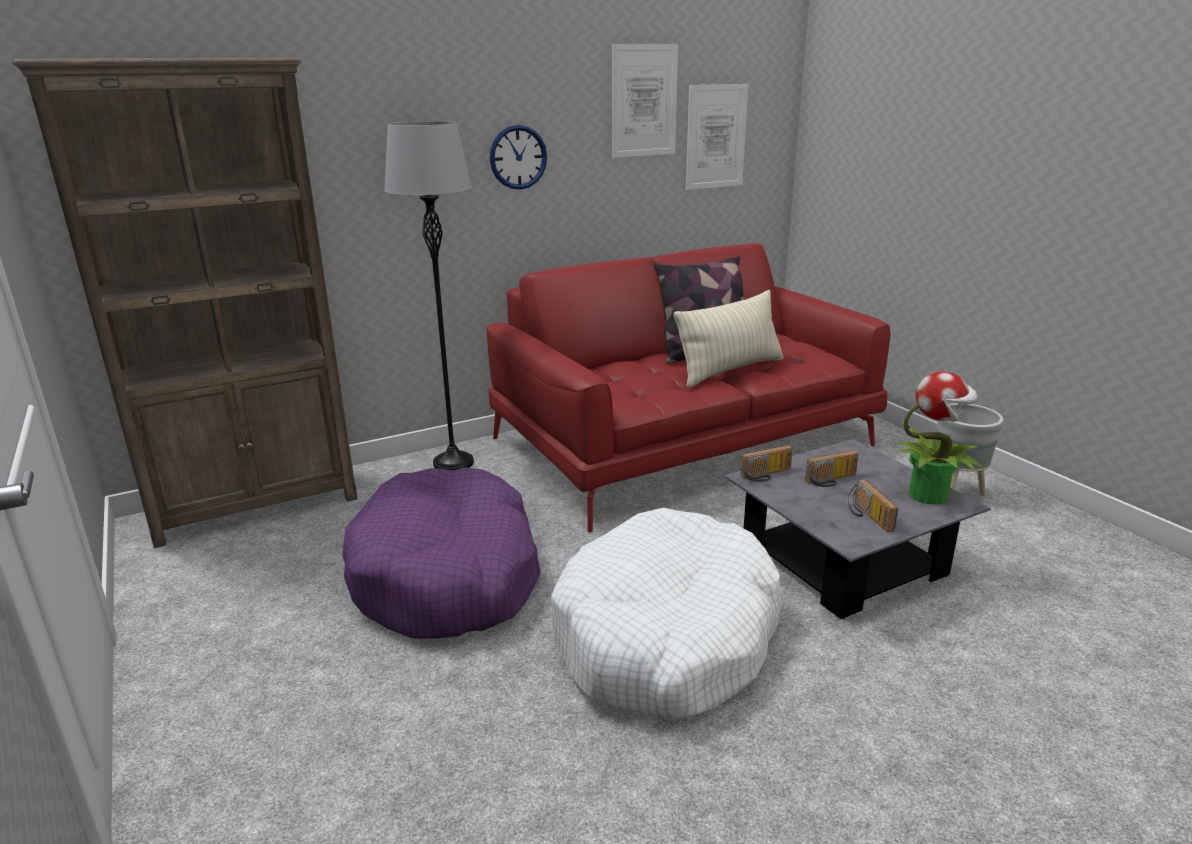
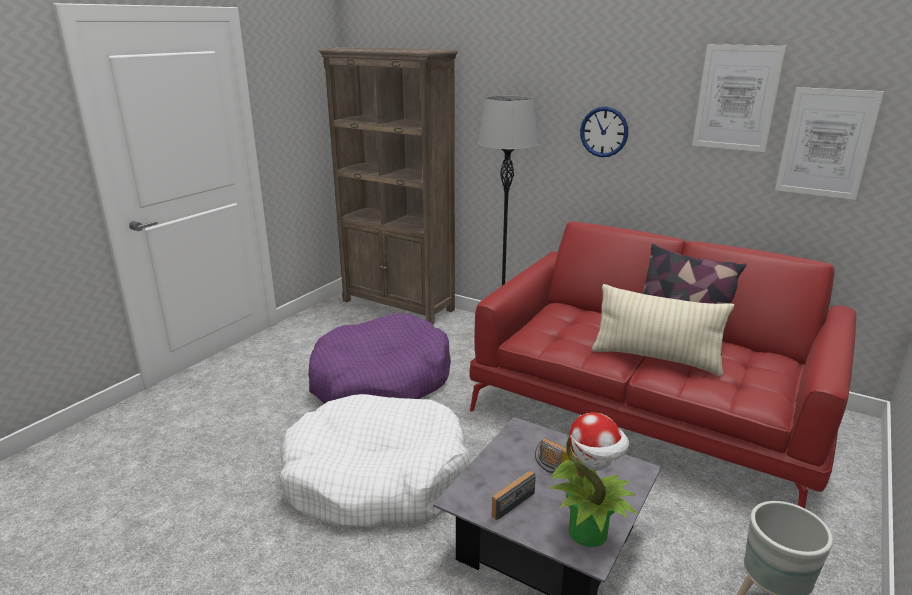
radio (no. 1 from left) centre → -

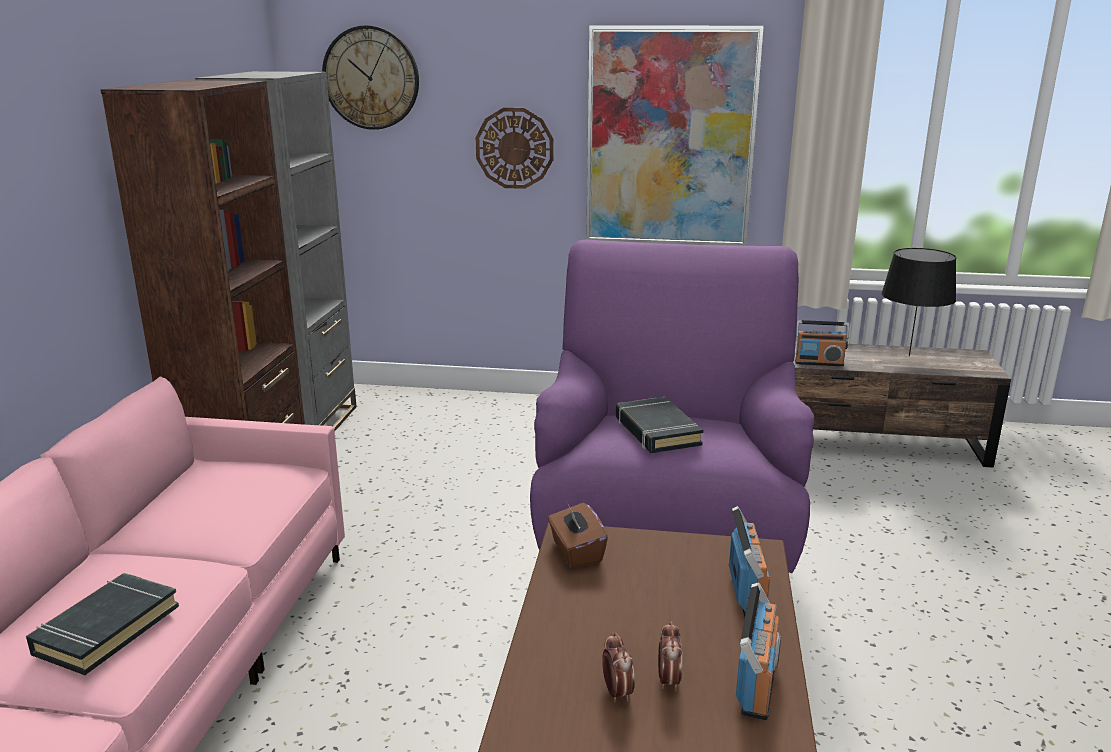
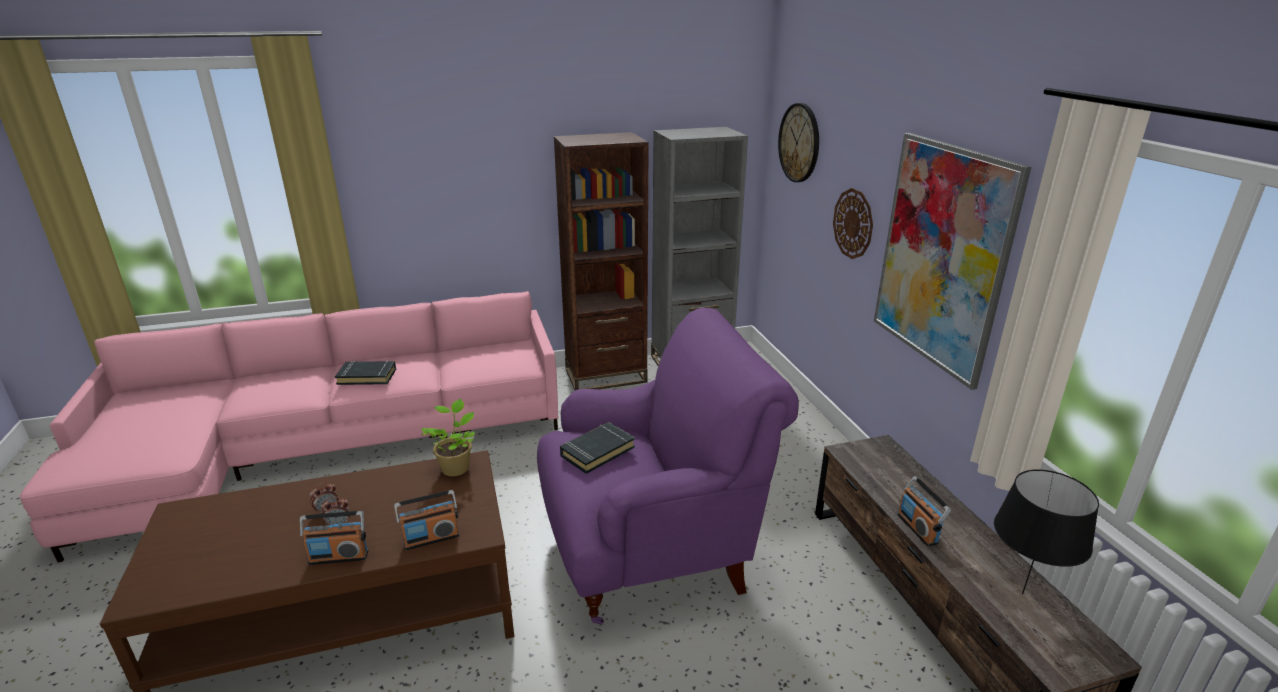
tissue box (brown-coloured) bottom centre → plant in a pot centre

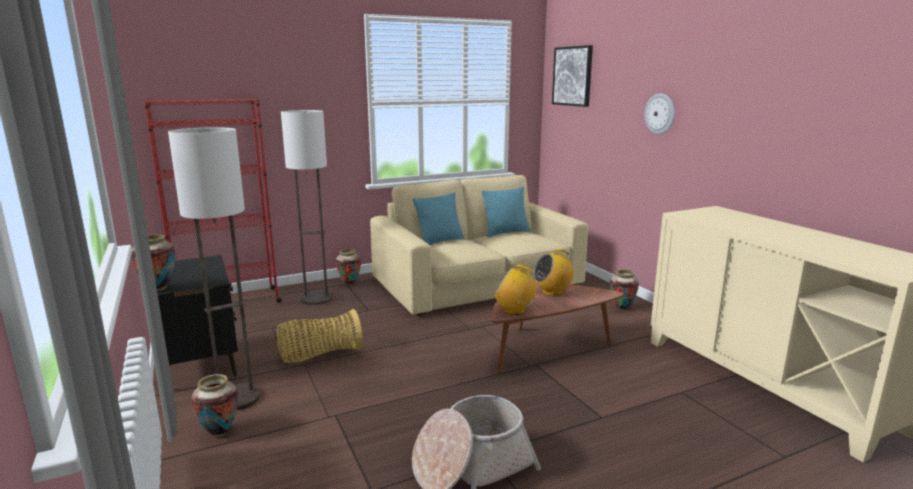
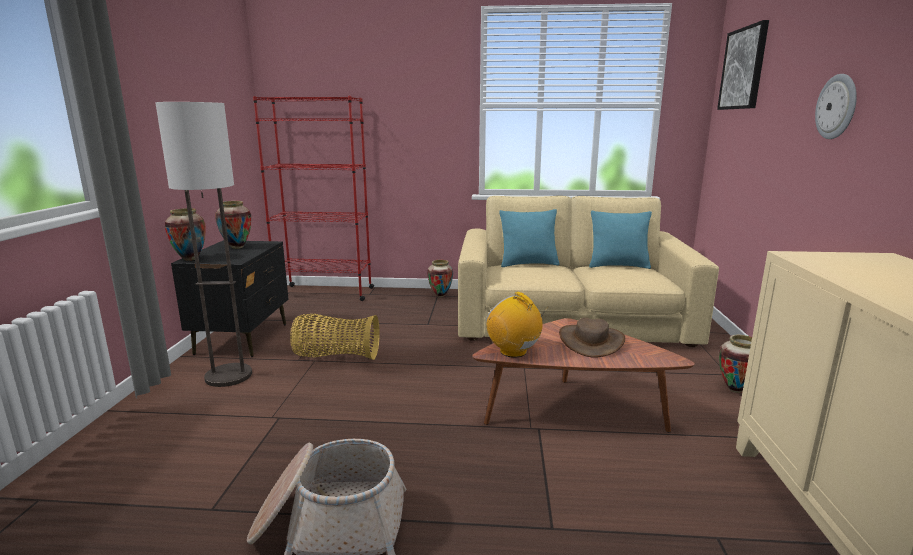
vase (no. 2 from left) bottom left → vase (no. 2 from left) middle left, shifted
radio (no. 2 from left) centre → wearable hat (brown-coloured) centre
floor lamp (no. 2 from left) centre → -

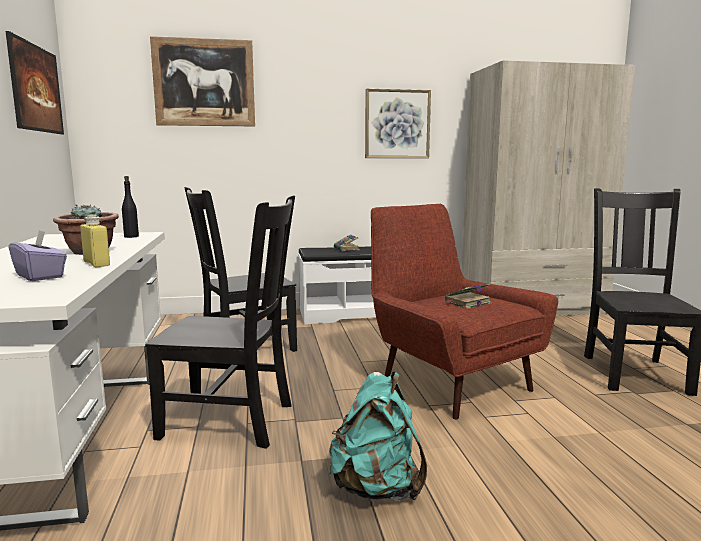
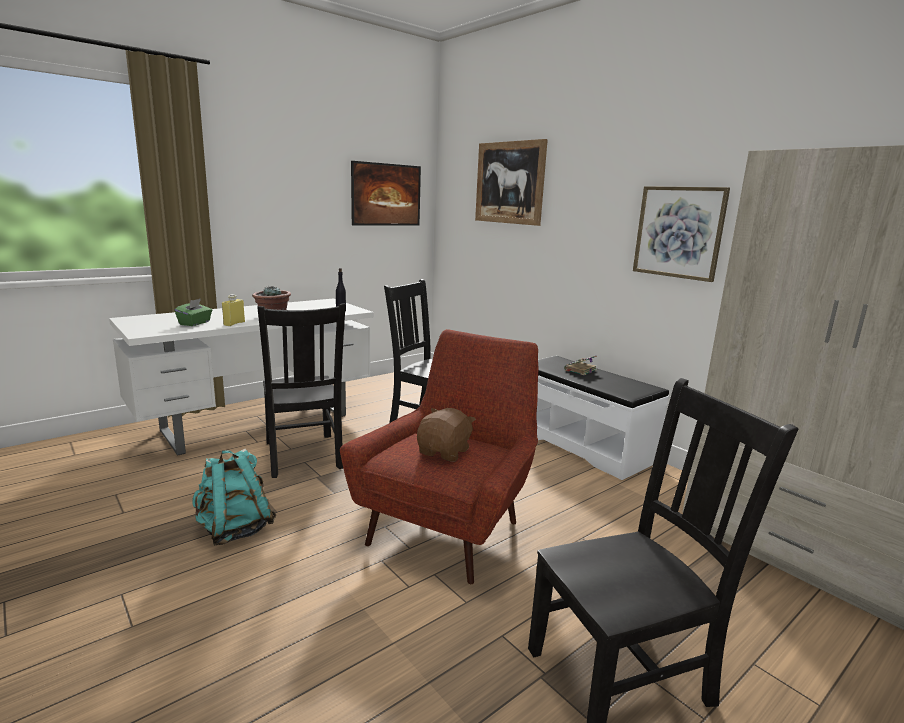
tissue box (purple) middle left → tissue box (greenish) middle left
volume (no. 2 from left) middle right → plush toy (brown-coloured) centre

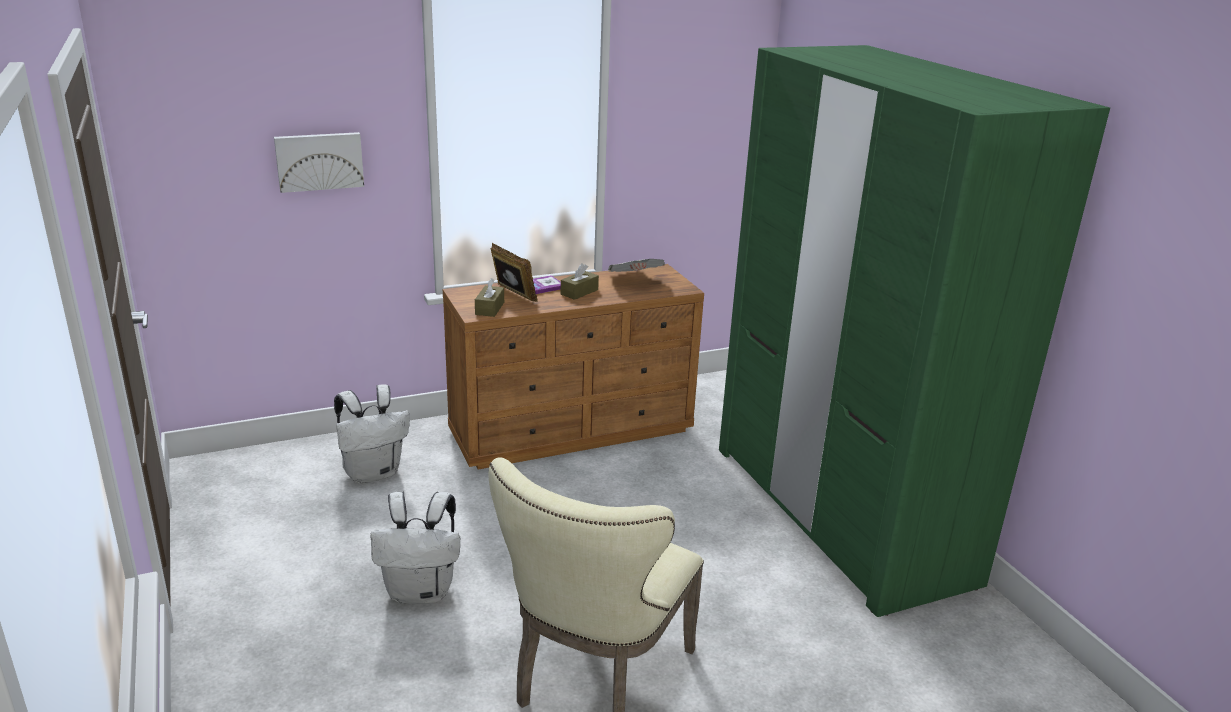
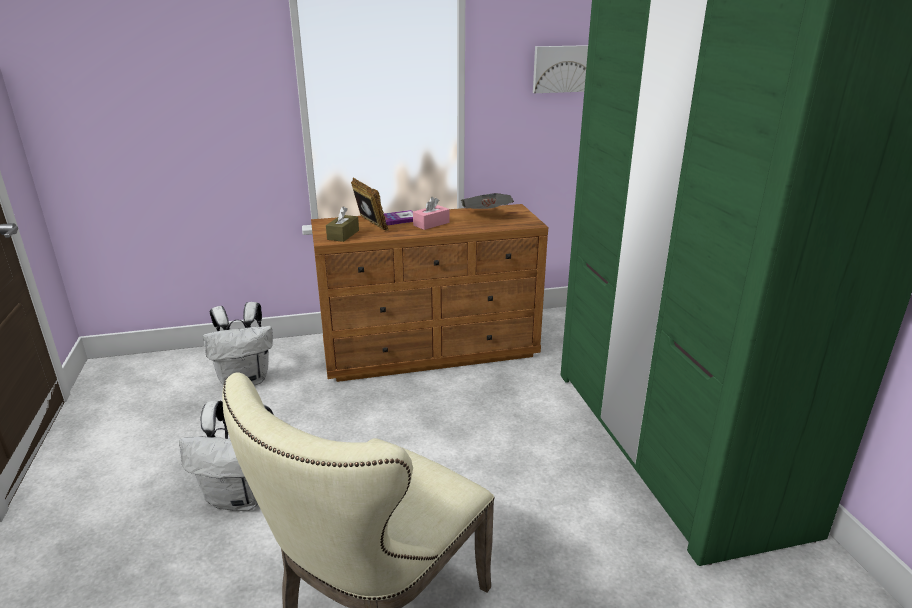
tissue box (brown-coloured) (no. 2 from left) centre → tissue box (pink) centre
wall art top left → wall art top centre, shifted

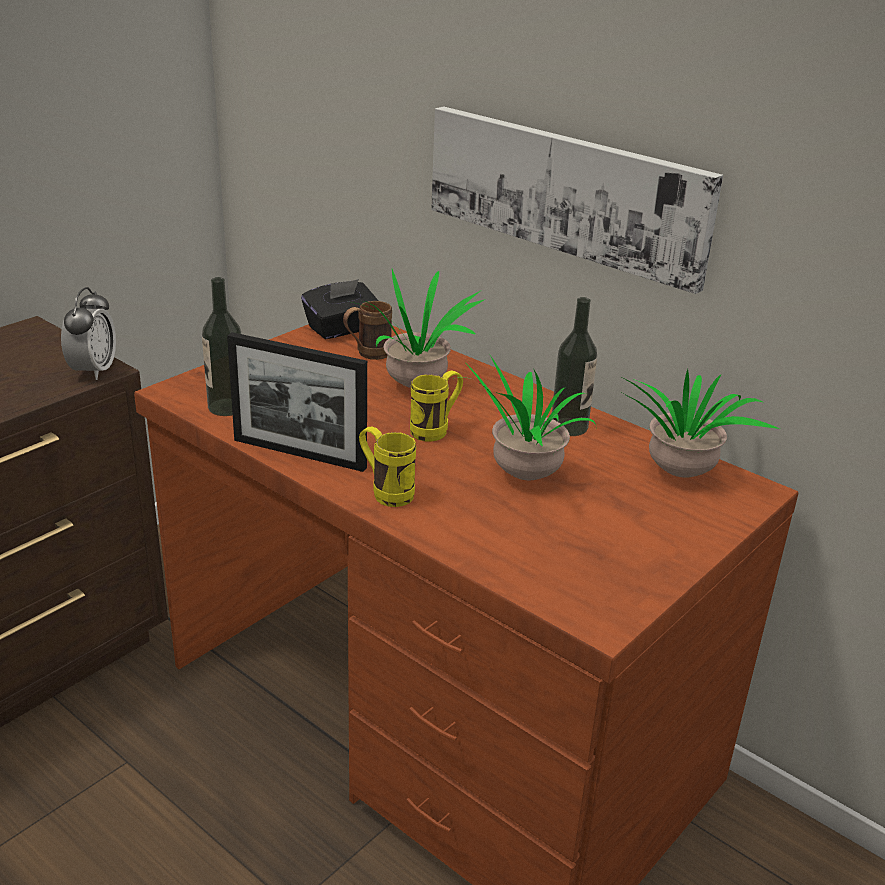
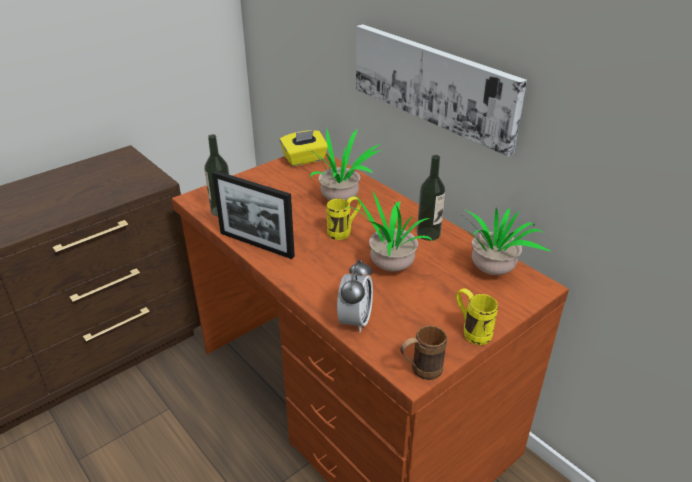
tissue box (black-coloured) centre → tissue box (yellow) top centre
table clock middle left → table clock centre, shifted
tea mug (brown-coloured) centre → tea mug (brown-coloured) bottom centre, shifted
tea mug (yellow) (no. 1 from left in the first image) centre → tea mug (yellow) (no. 2 from left) middle right, shifted

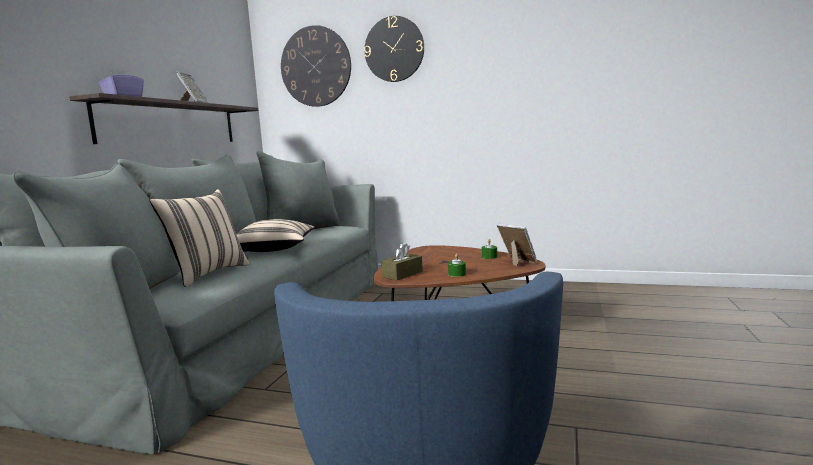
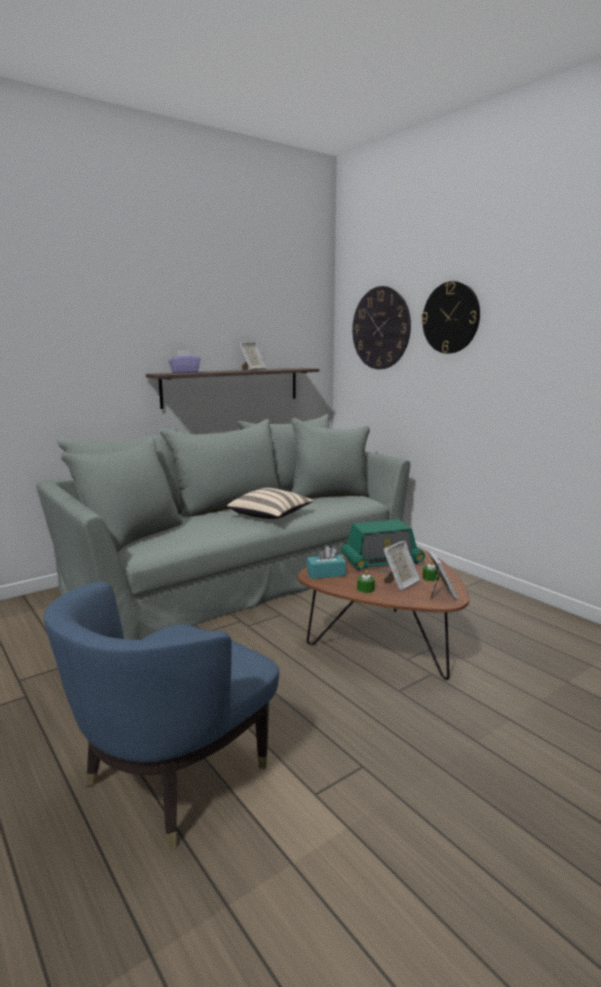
tissue box (brown-coloured) centre → tissue box (turquoise-coloured) centre
- → radio centre
- → standing frame (no. 2 from left) middle right
cushion (sand-coloured) (no. 1 from left) middle left → -

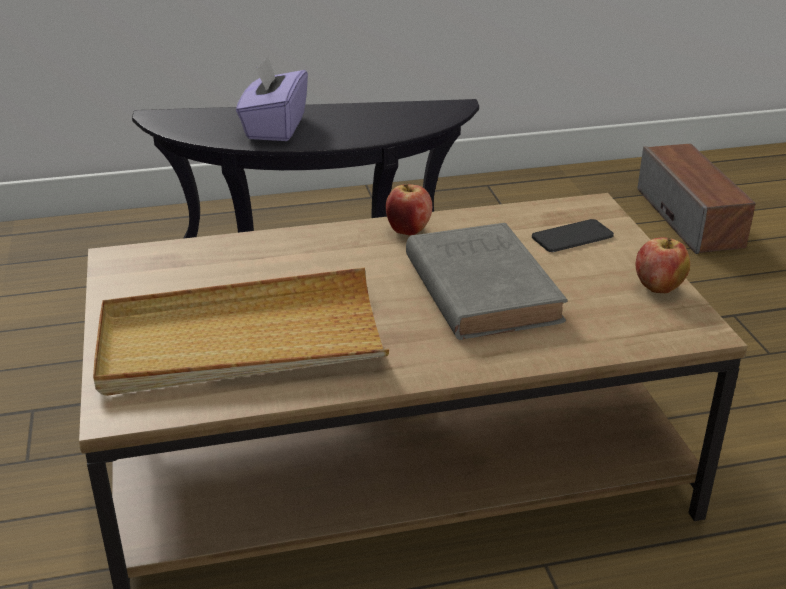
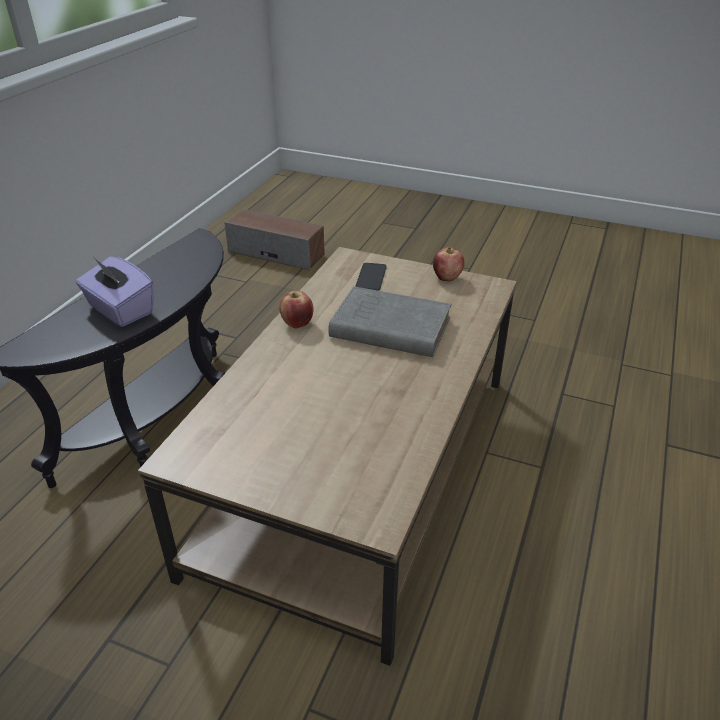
tray (sand-coloured) middle left → -

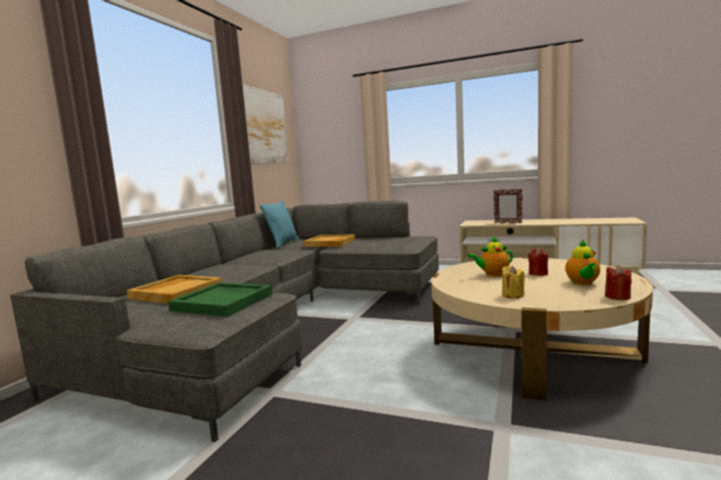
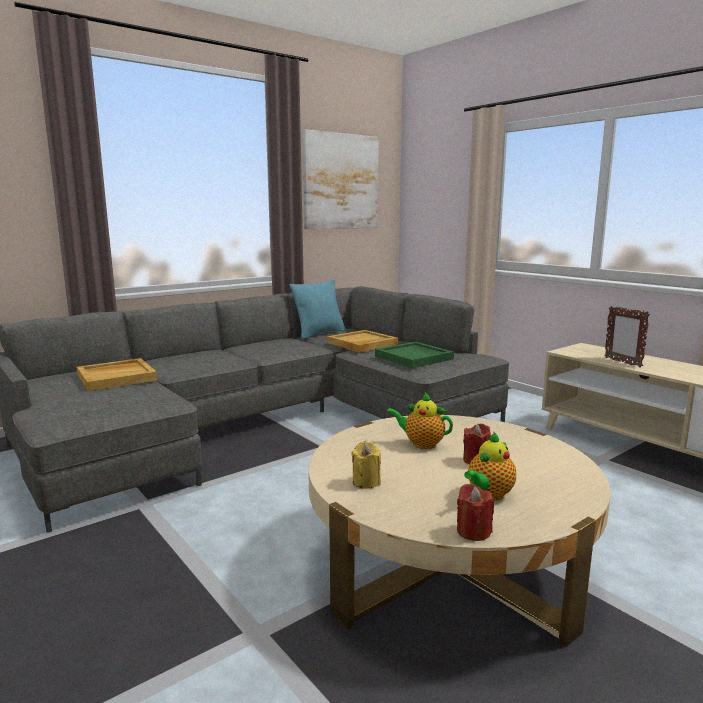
tray (greenish) middle left → tray (greenish) centre, shifted

